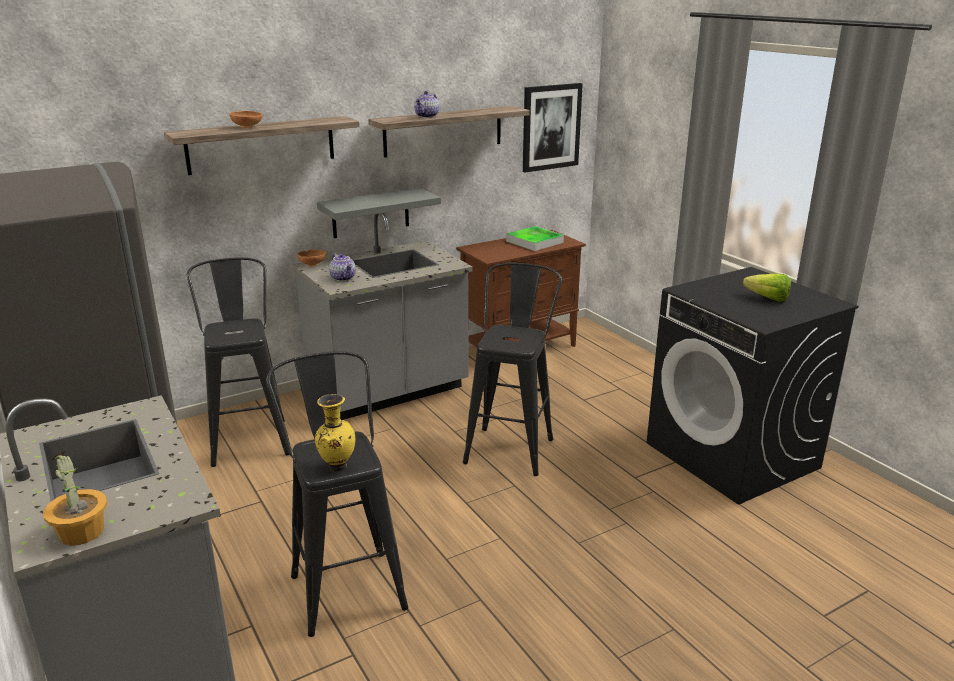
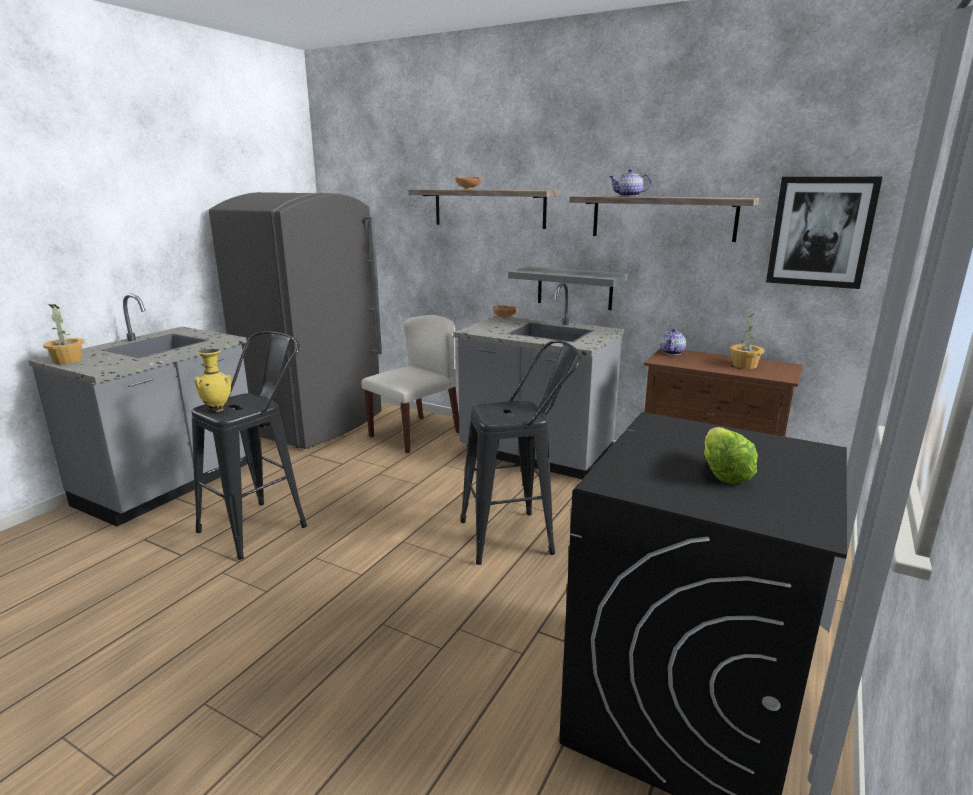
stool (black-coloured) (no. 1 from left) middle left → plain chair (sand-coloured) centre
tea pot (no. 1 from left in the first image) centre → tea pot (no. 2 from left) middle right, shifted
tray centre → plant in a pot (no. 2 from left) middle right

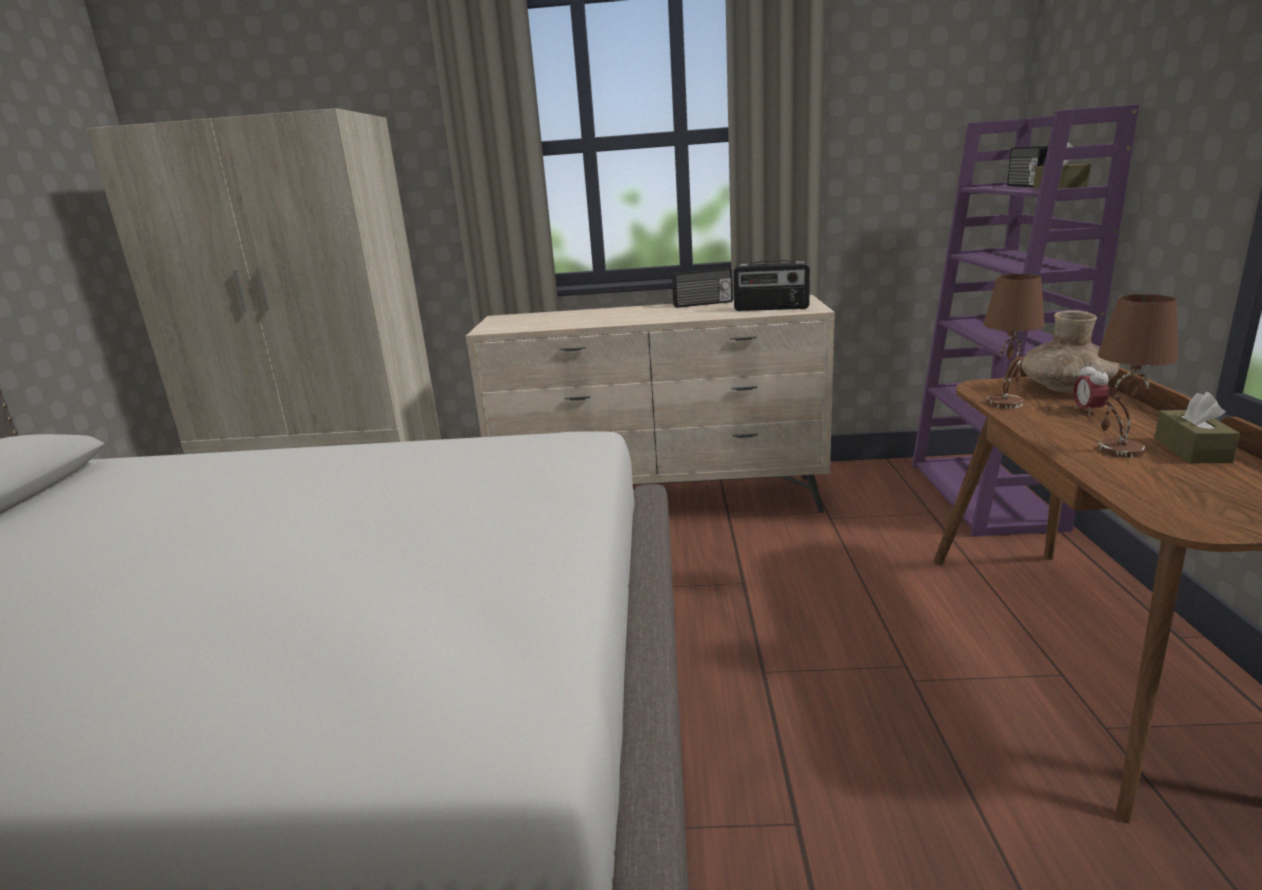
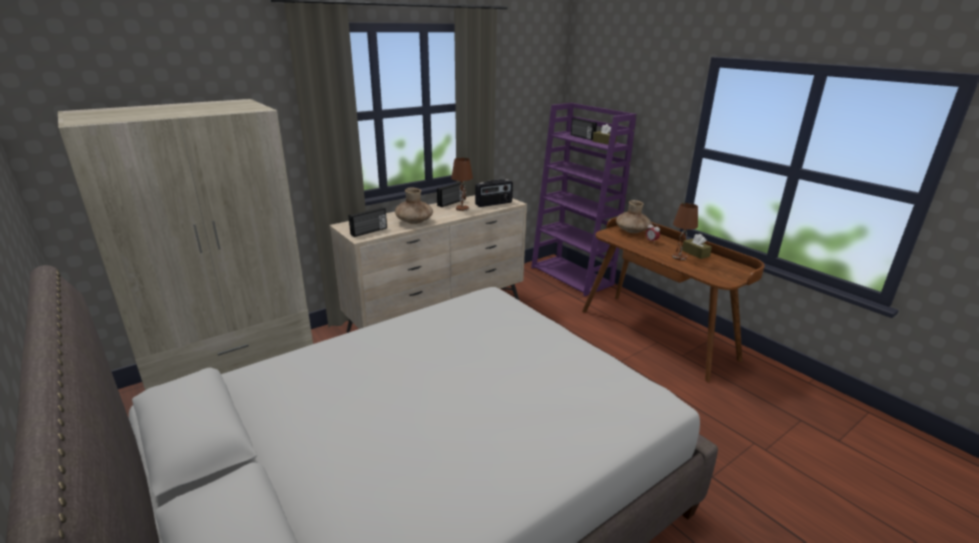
- → radio (no. 1 from left) centre
- → vase (brown-coloured) (no. 1 from left) centre
table lamp (brown-coloured) (no. 1 from left) middle right → table lamp (brown-coloured) (no. 1 from left) centre, shifted

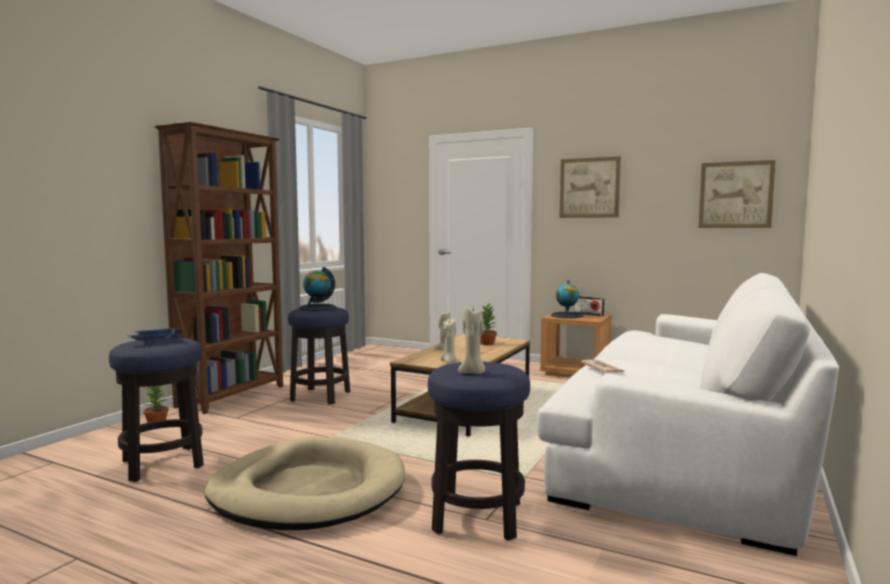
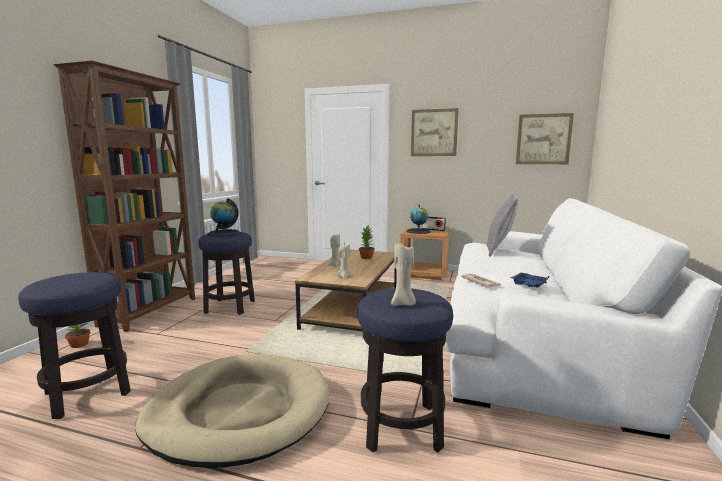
- → cushion (greyish) middle right
tray (blue-coloured) middle left → tray (blue-coloured) middle right, shifted

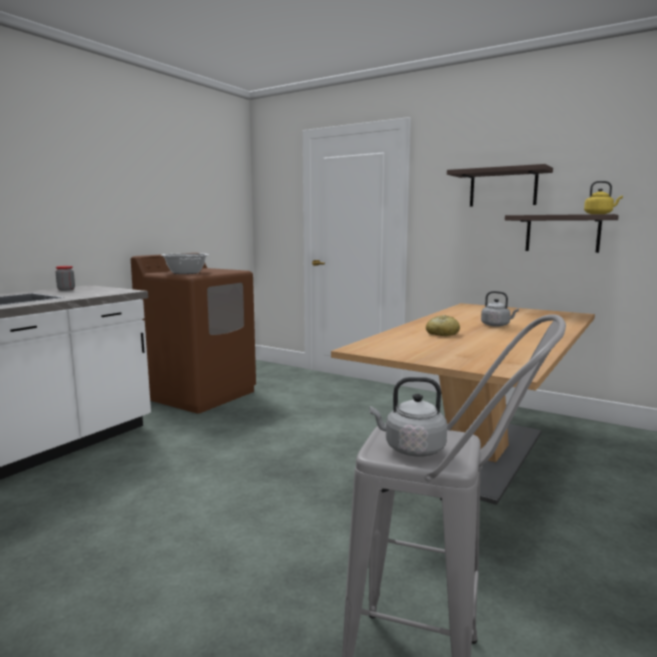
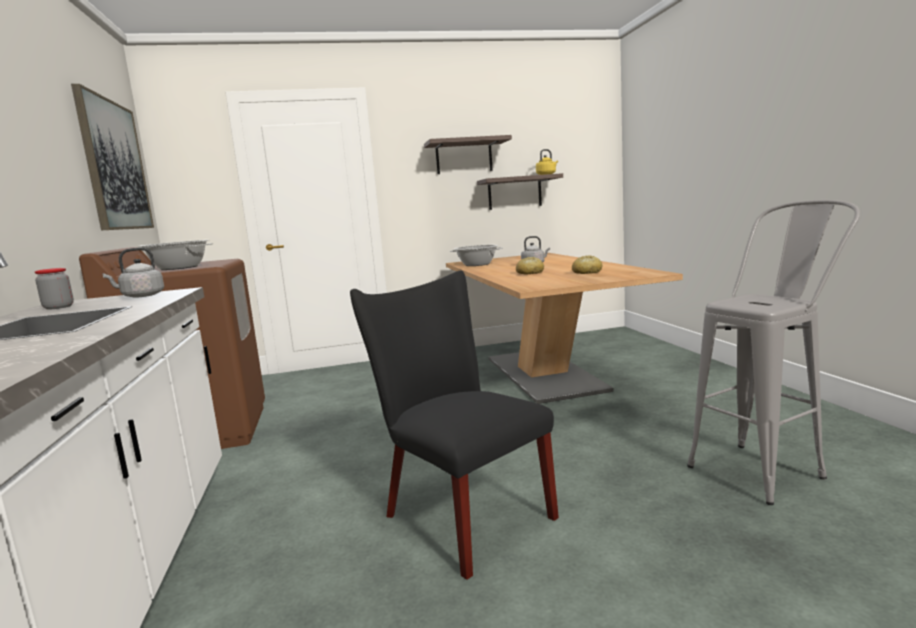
- → wall art top left
tea kettle (greyish) (no. 1 from left) centre → tea kettle (greyish) (no. 1 from left) middle left, shifted
- → plain chair (black-coloured) bottom centre
- → stockpot (no. 2 from left) centre
- → bread (no. 2 from left) centre

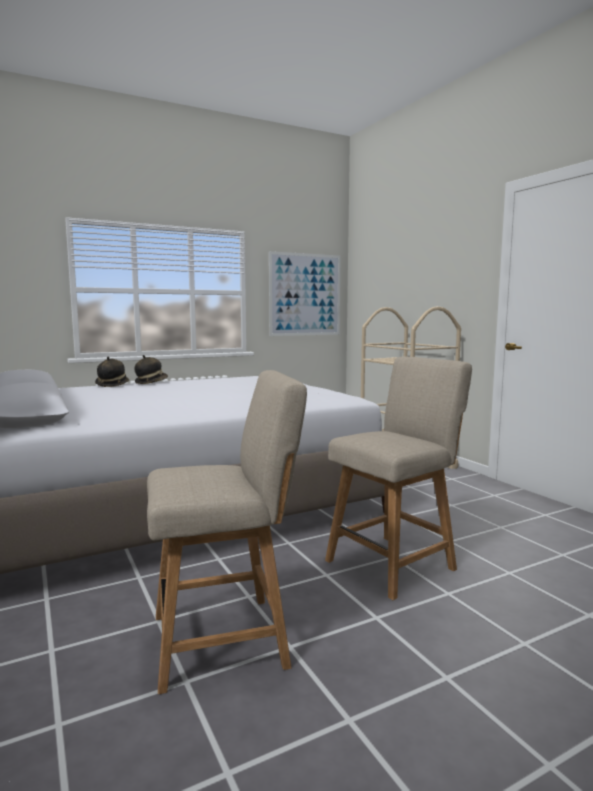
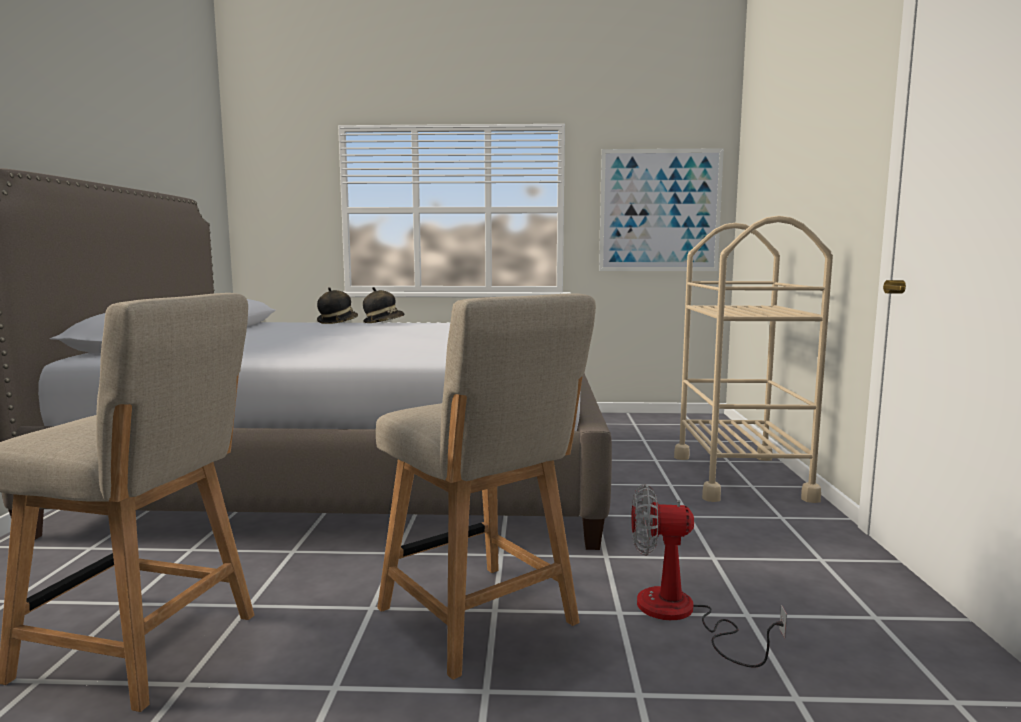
plain chair (sand-coloured) (no. 2 from left) middle right → plain chair (sand-coloured) (no. 2 from left) bottom centre, 60 degrees clockwise
- → fan bottom right

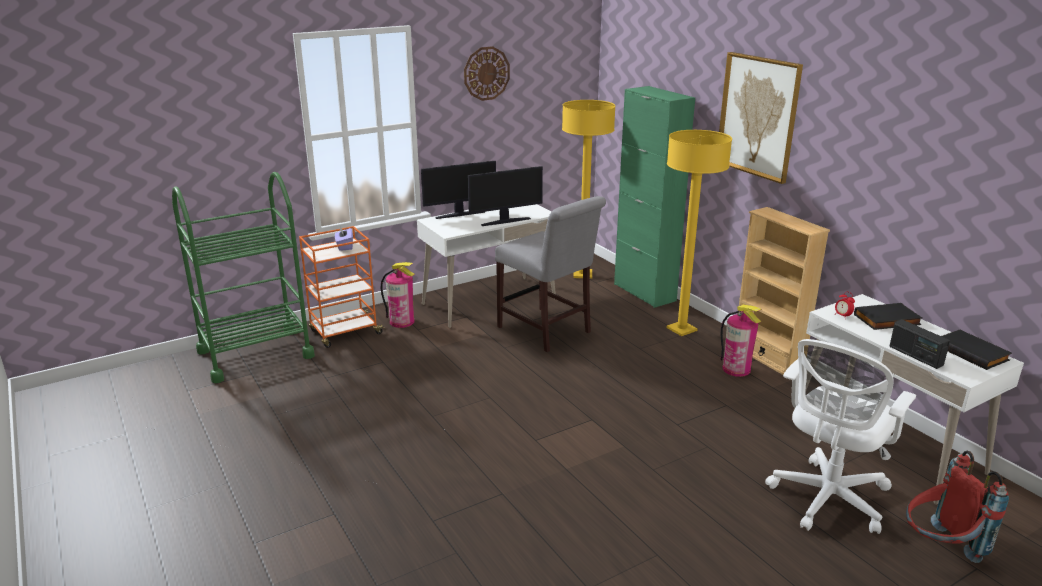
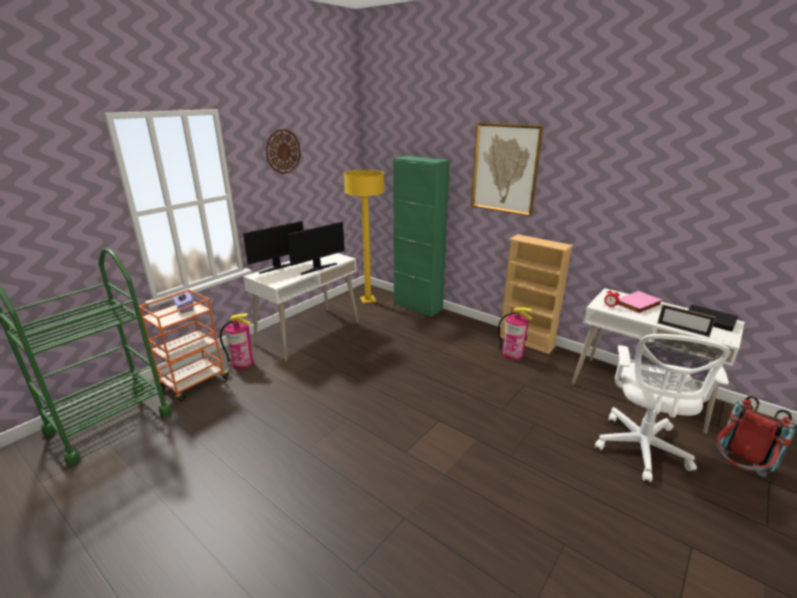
volume (black-coloured) (no. 1 from left) middle right → volume (pink) middle right
radio middle right → standing frame middle right
plain chair (greyish) centre → -
floor lamp (yellow) (no. 2 from left) middle right → -

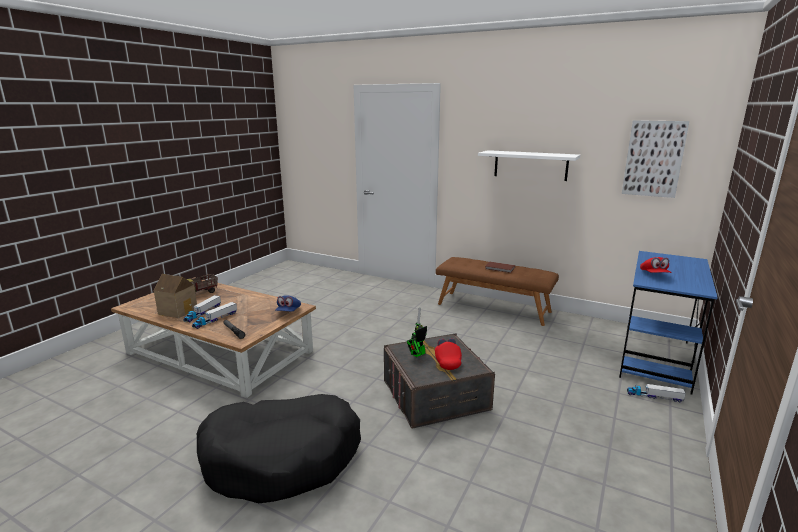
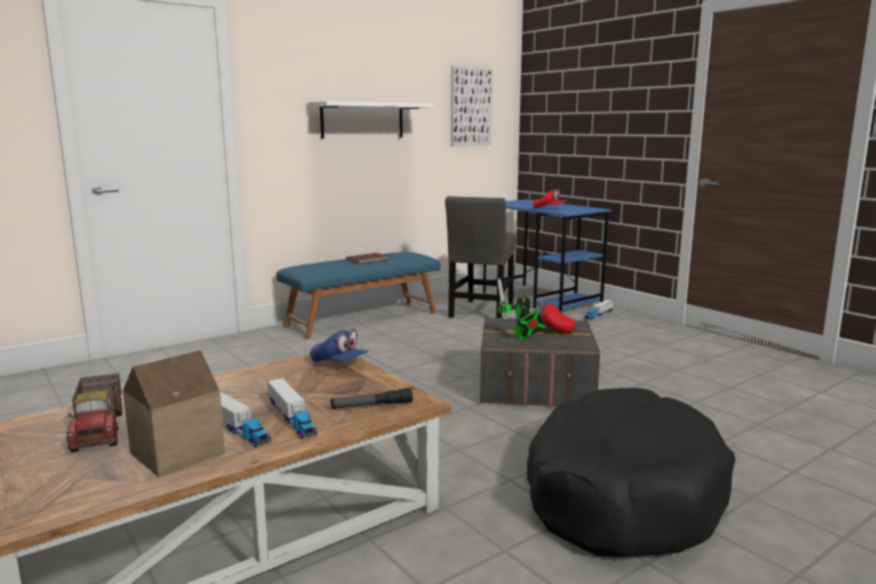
bench (brown-coloured) centre → bench (blue-coloured) centre
- → plain chair (greyish) centre

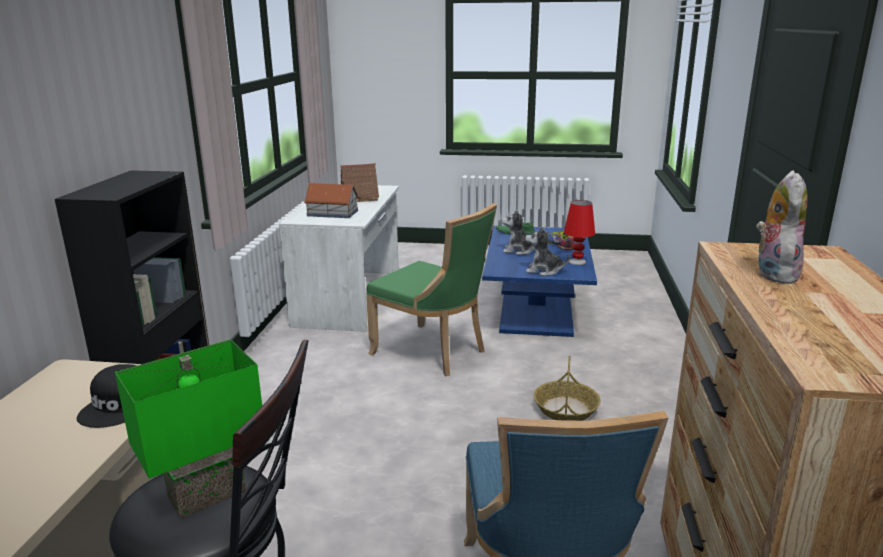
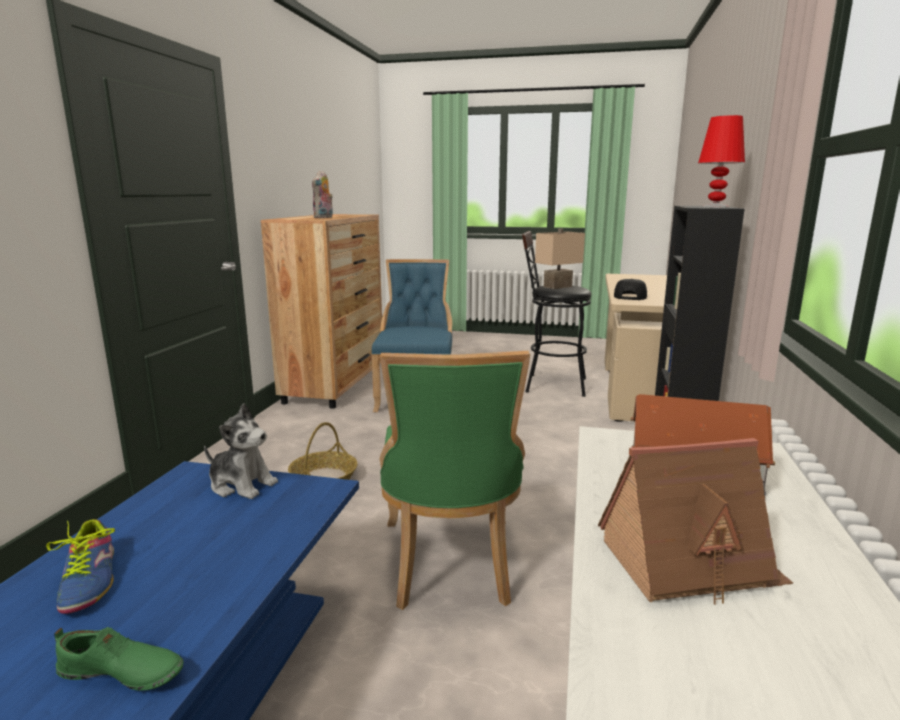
plain chair (greenish) centre → plain chair (greenish) bottom centre, 135 degrees counterclockwise
table lamp (greenish) bottom left → table lamp (sand-coloured) centre
table lamp (reddish) centre → table lamp (reddish) top right, shifted
plush toy (no. 1 from left) centre → -

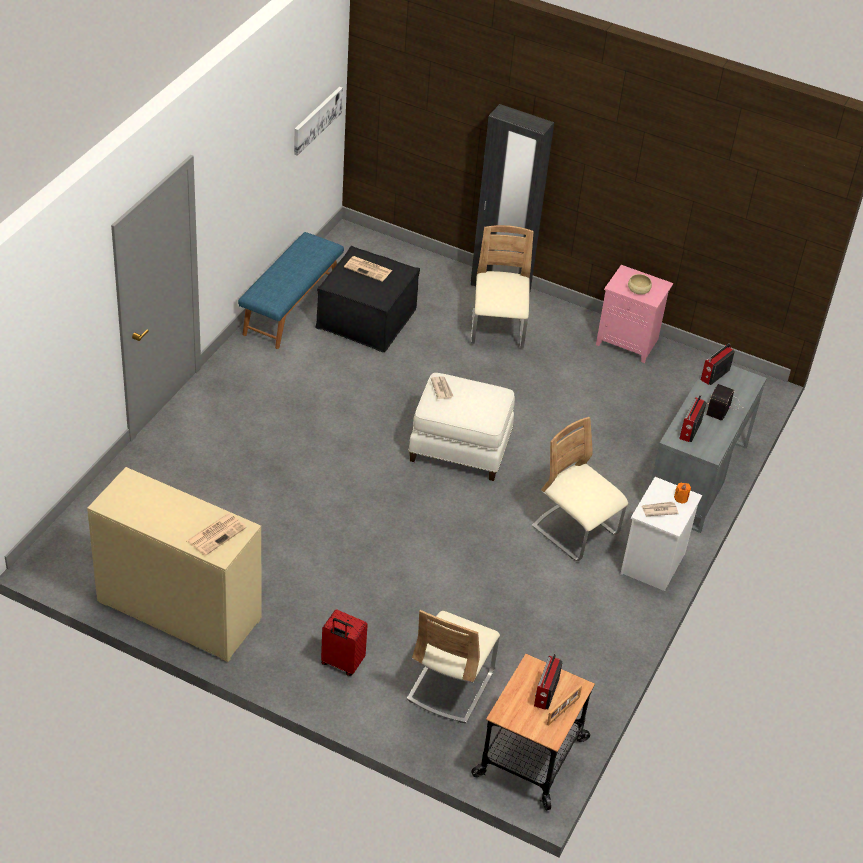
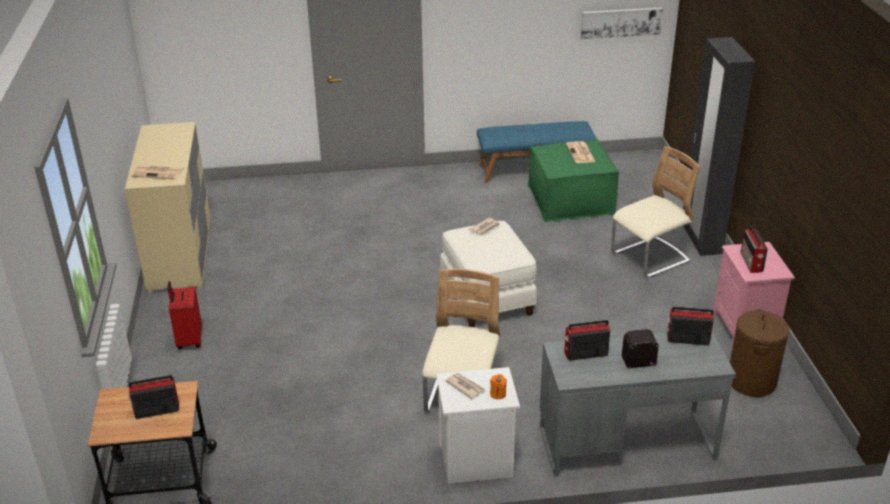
ottoman (black-coloured) centre → ottoman (greenish) centre
- → laundry basket (brown-coloured) bottom right
serving bowl (sand-coloured) top right → radio (no. 5 from left) middle right
plain chair (sand-coloured) (no. 1 from left) bottom centre → -
standing frame bottom centre → -

